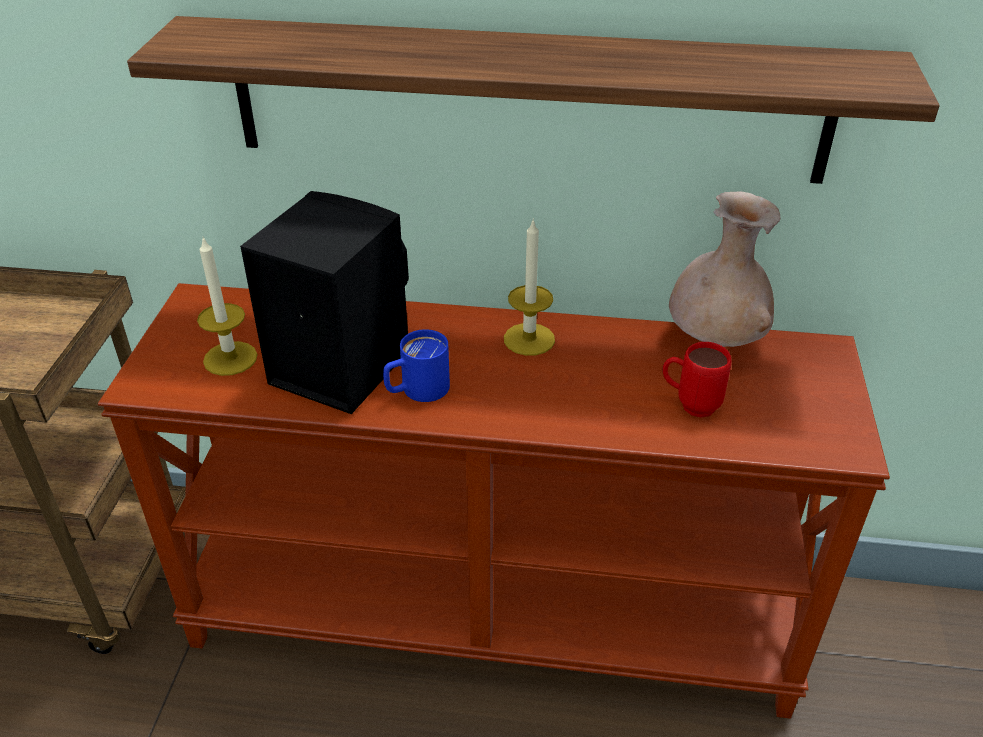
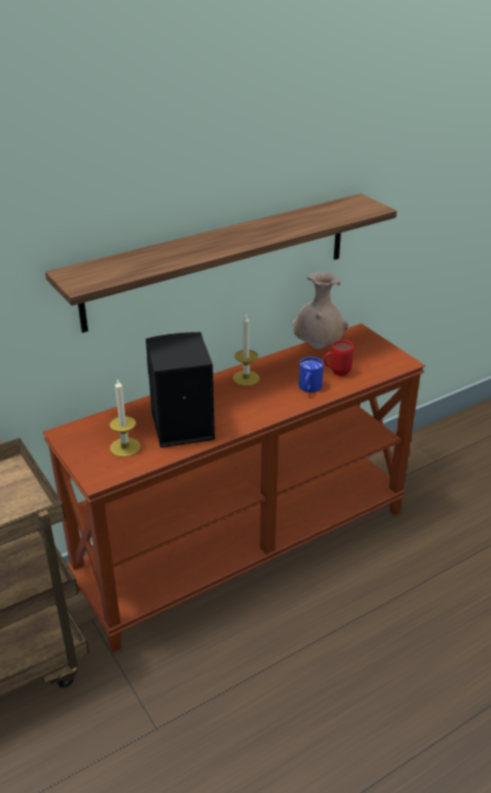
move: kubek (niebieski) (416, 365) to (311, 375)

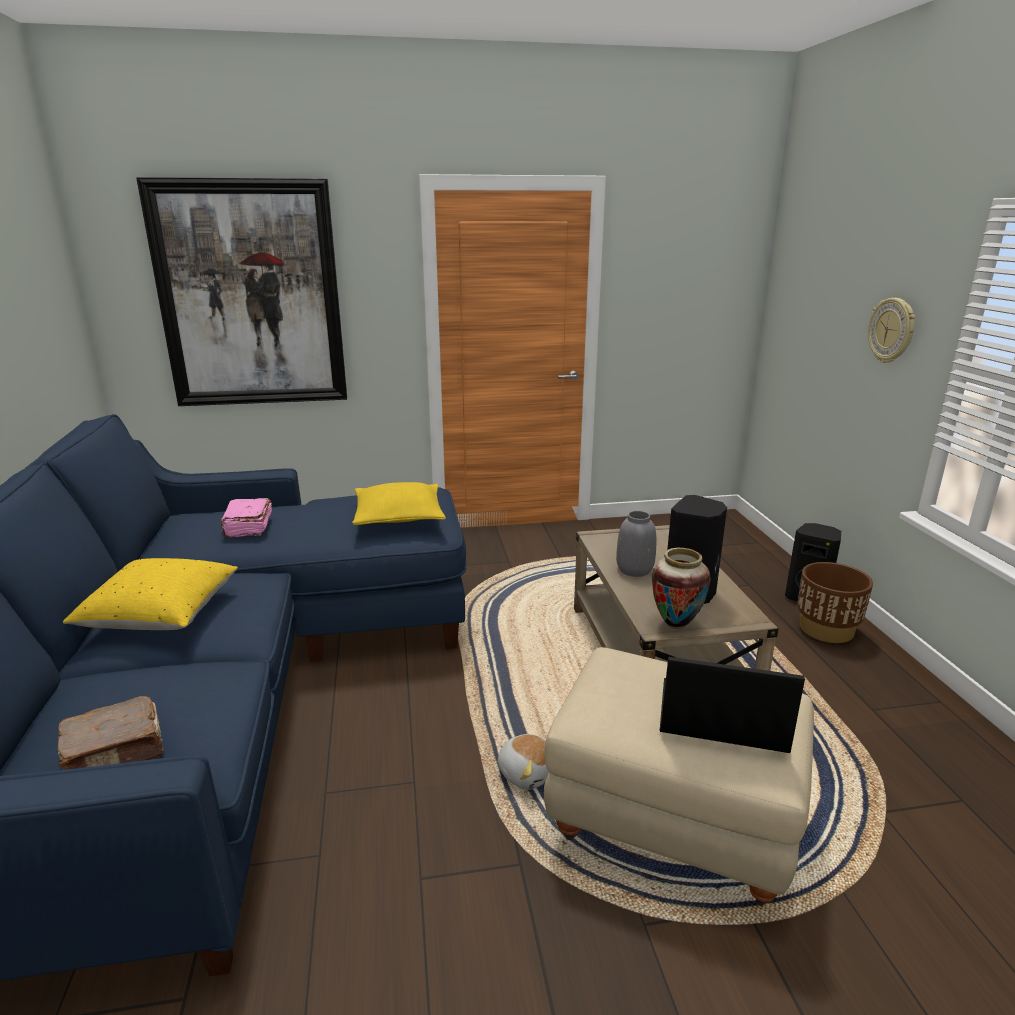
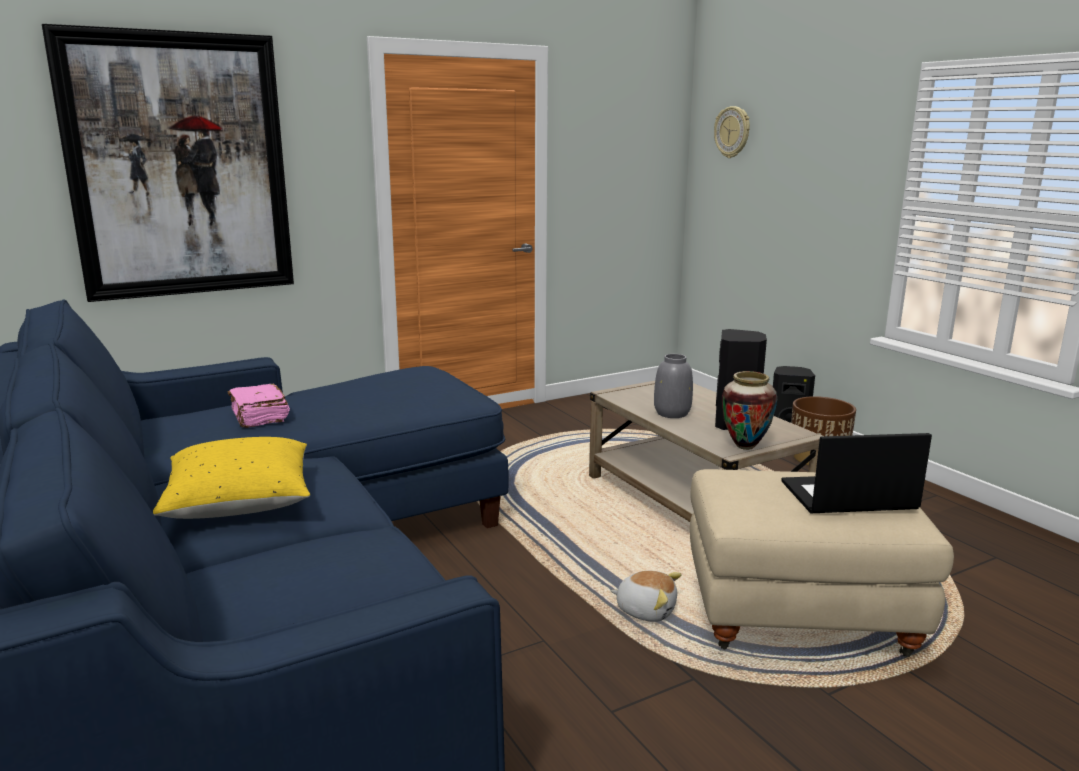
delete: książka (brązowy) (110, 733); poduszka (żółty) (399, 503)
move: zegar ścienny (891, 330) to (732, 132)

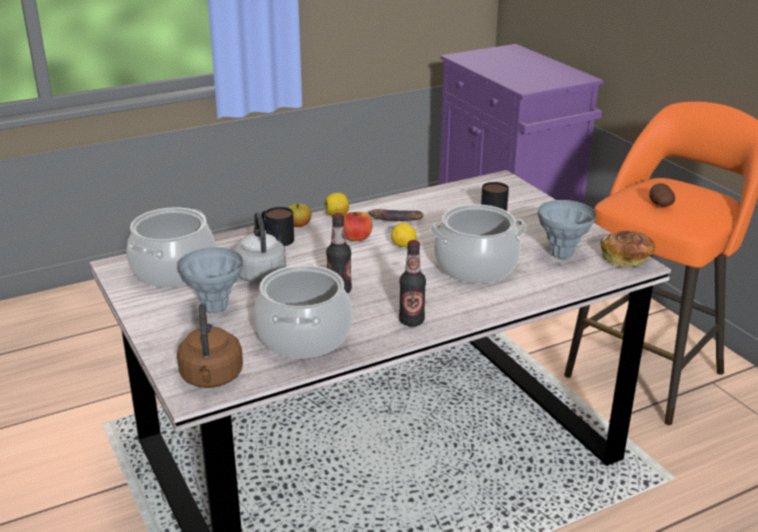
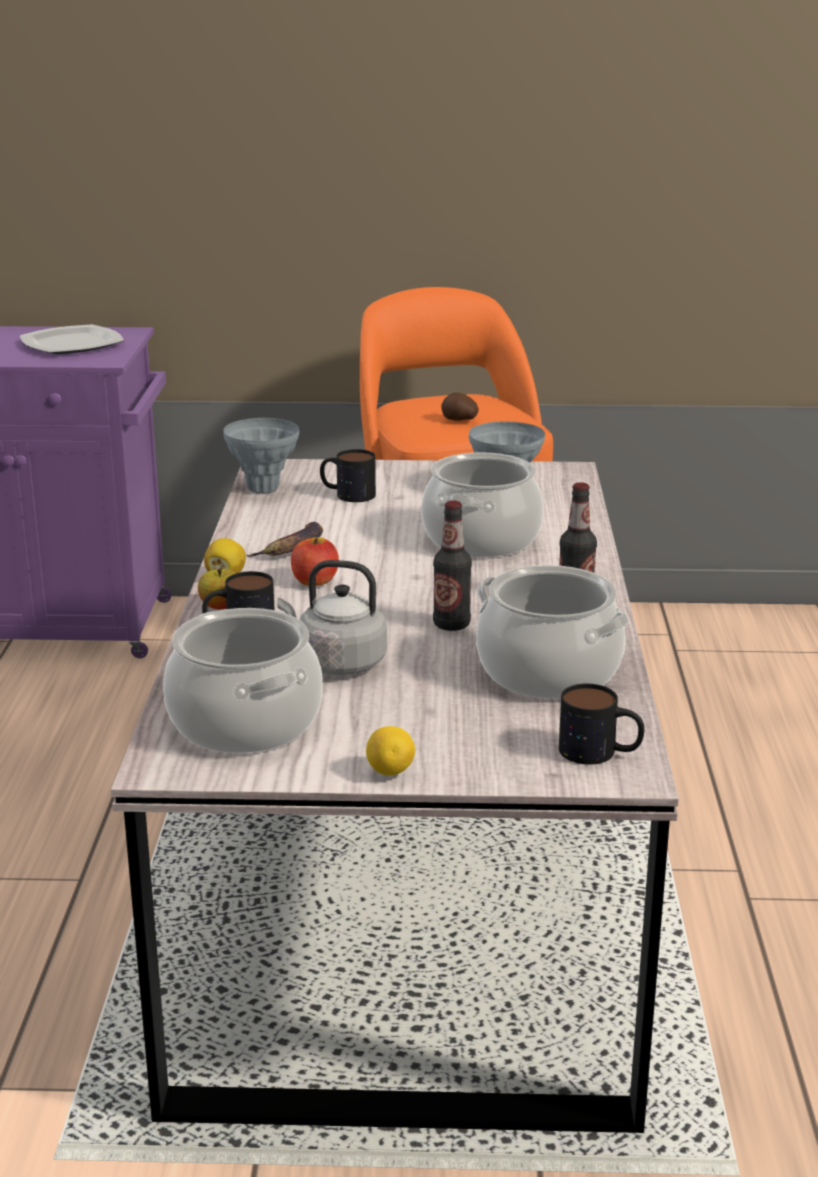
delete: chleb (628, 249)
insert: talerz (72, 339)
move: wazon (szary) (211, 280) to (261, 456); cytryna (404, 235) to (390, 751)
replace: czajnik (brązowy) (210, 345) to kubek (601, 724)

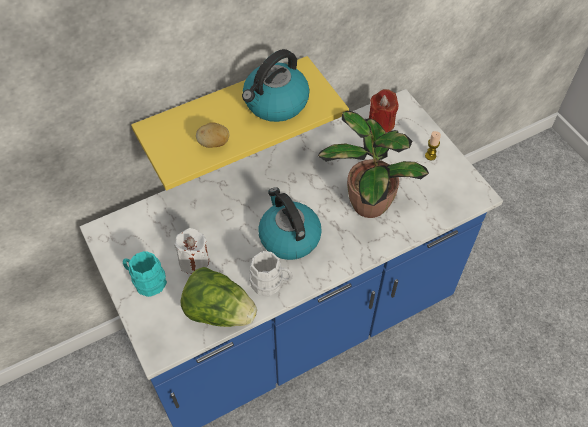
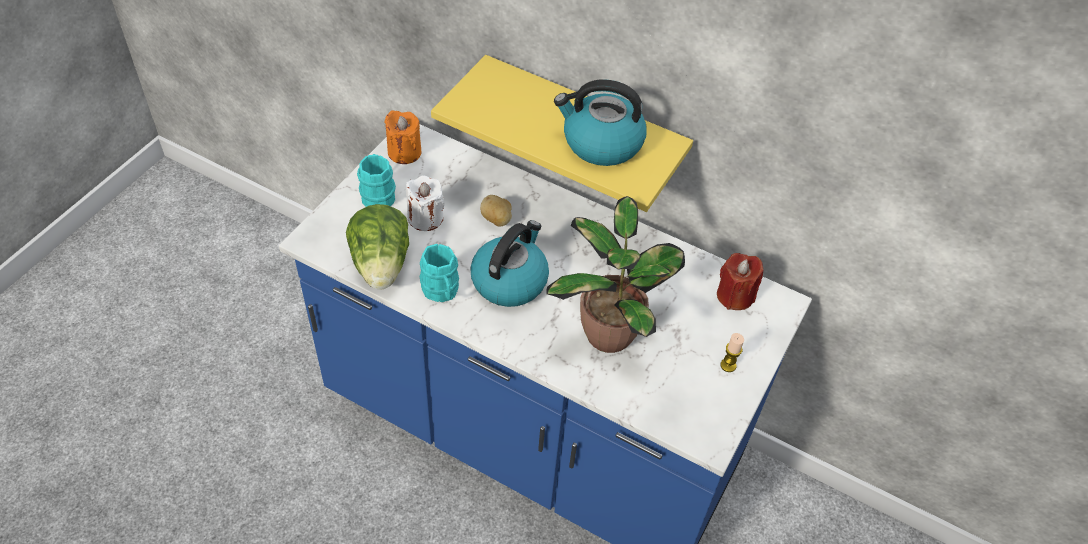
insert: świeca (pomarańczowy) (402, 137)
move: ziemniak (212, 135) to (496, 211)
recolor: kubek (biały) (271, 274) to kubek (turkusowy) (439, 273)

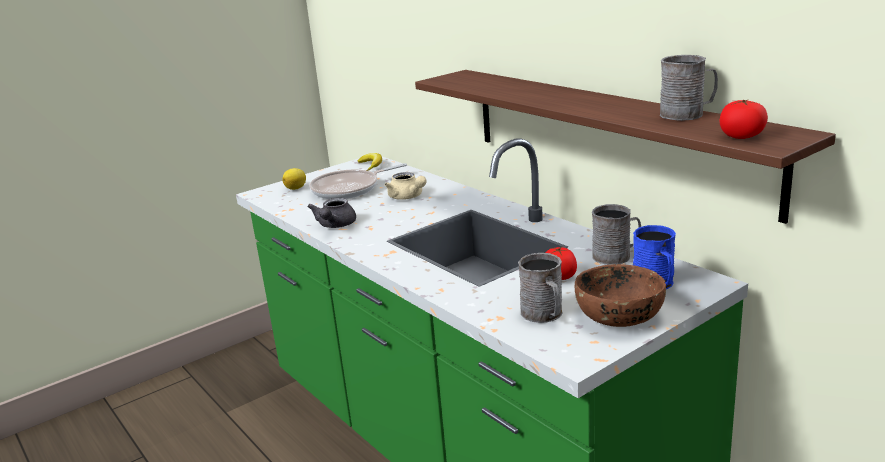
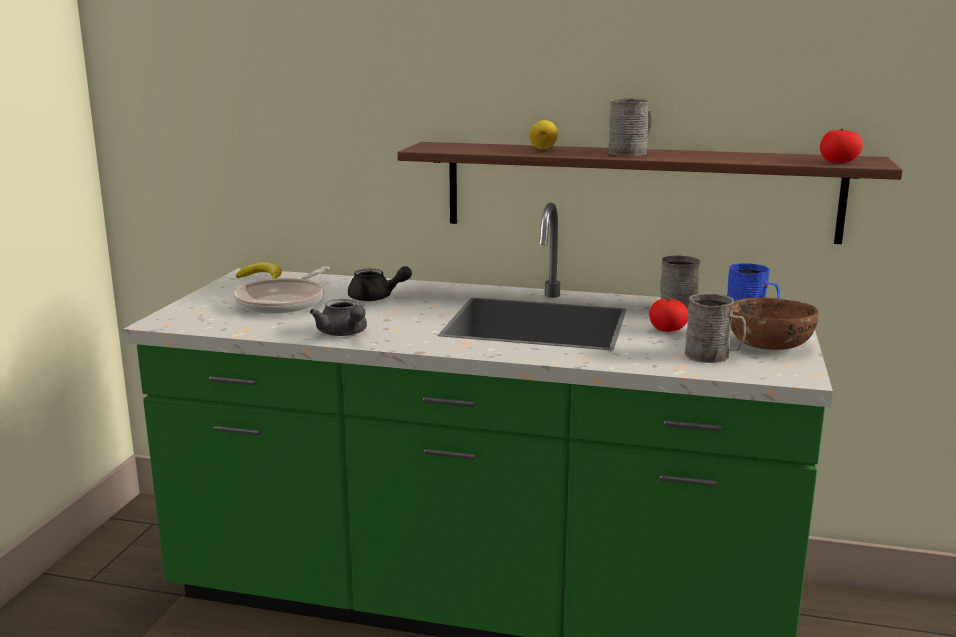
move: cytryna (294, 179) to (543, 135); kubek (szary) (689, 88) to (629, 127)
recolor: imbryk (beżowy) (405, 186) to imbryk (czarny) (380, 283)

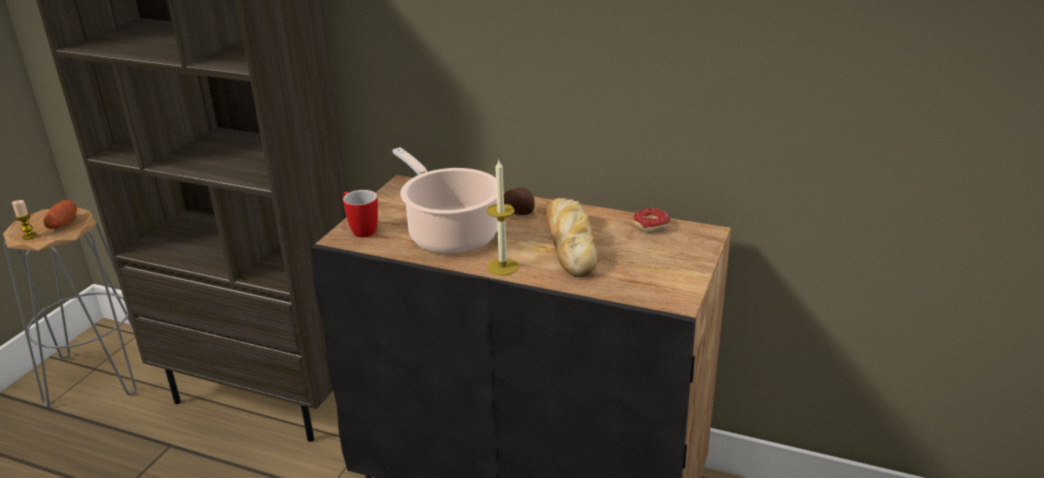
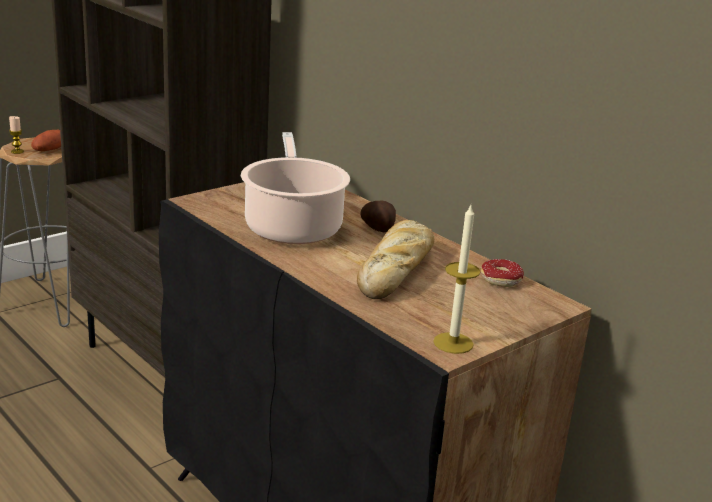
delete: kubek (360, 213)
move: świeca (503, 217) to (456, 278)

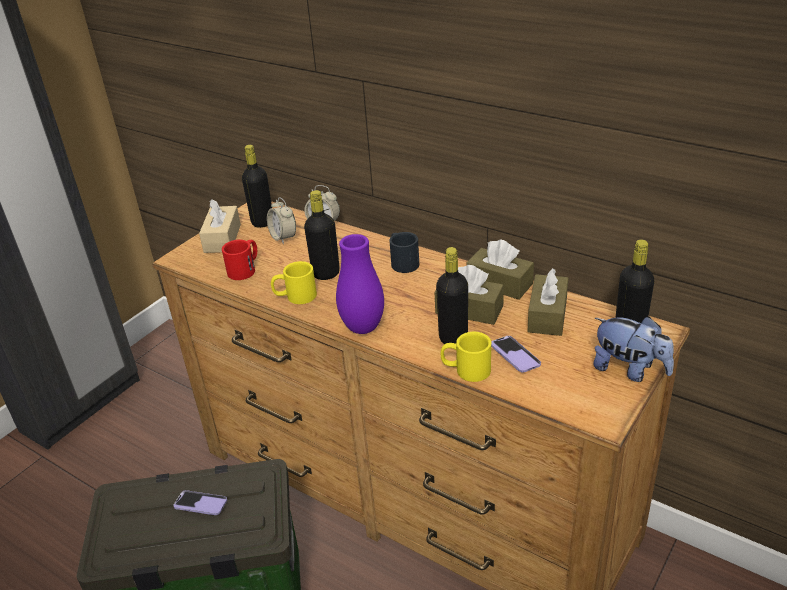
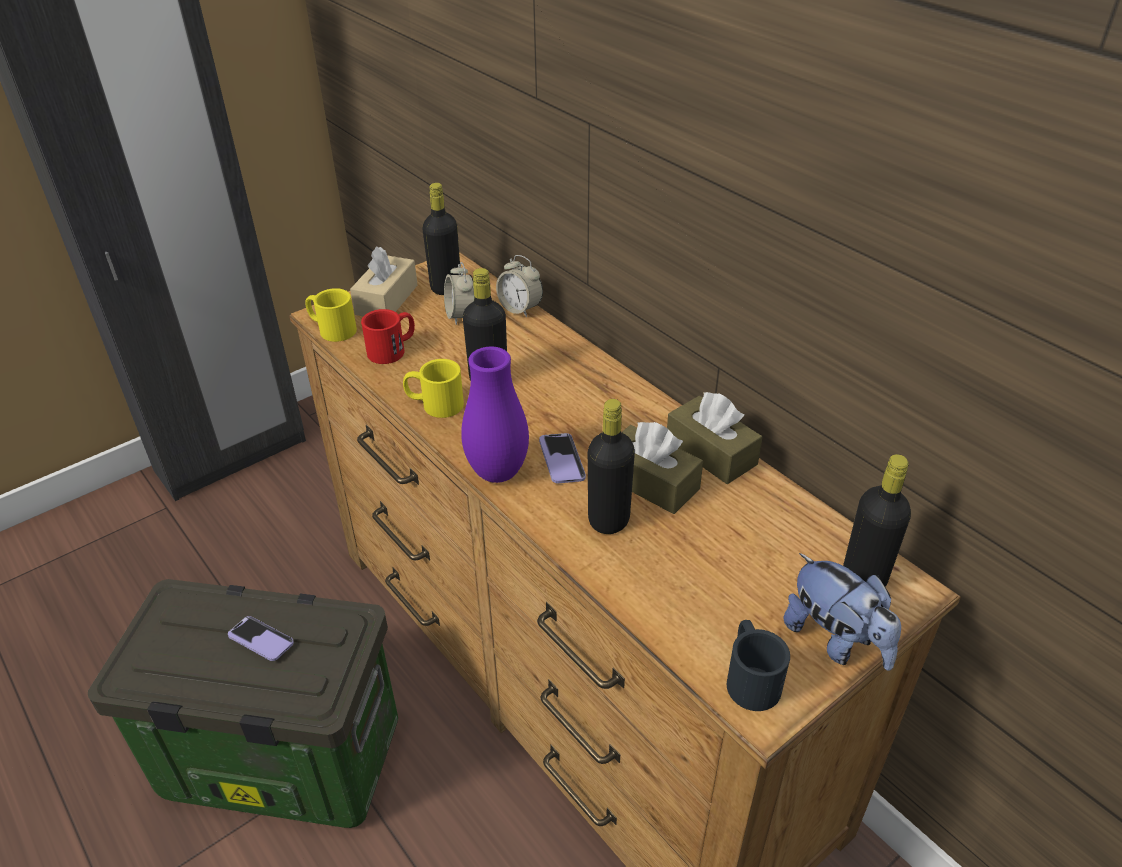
delete: pudełko chusteczek (brązowy) (547, 302)
move: kubek (czarny) (404, 252) to (758, 665); kubek (żółty) (466, 357) to (331, 315); telefon (516, 354) to (562, 458)

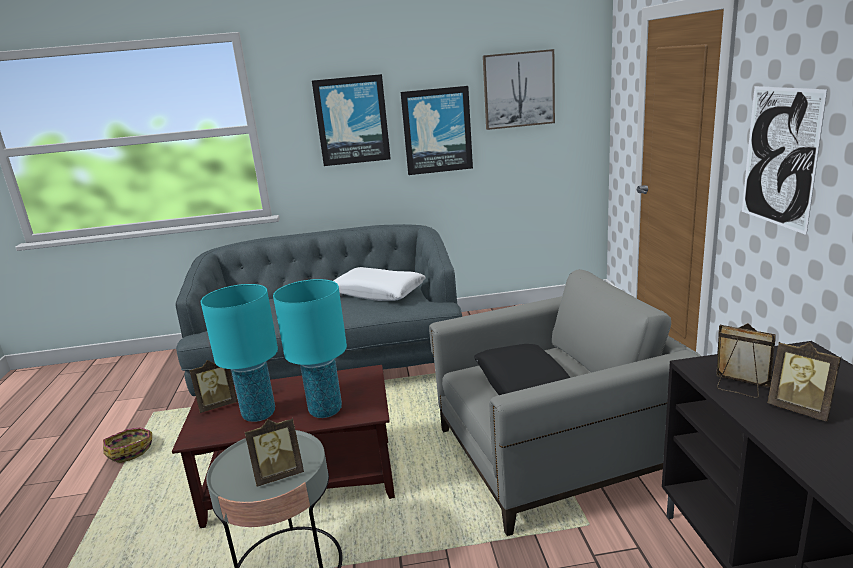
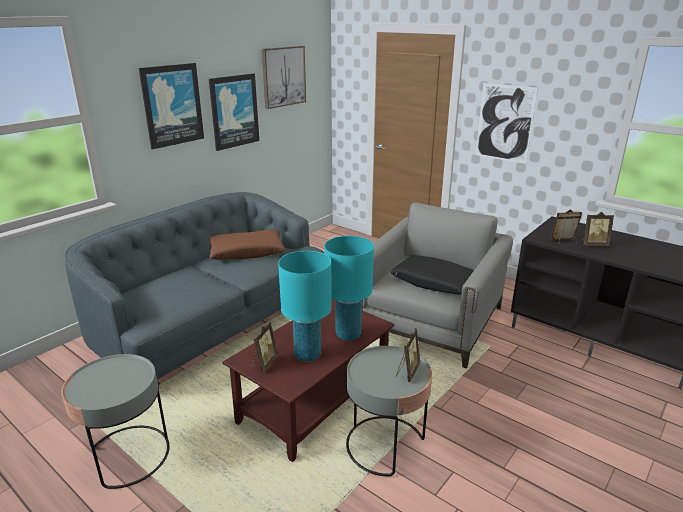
replace: koszyk (127, 445) to stolik (szary) (115, 421)
recolor: poduszka (biały) (379, 284) to poduszka (brązowy) (247, 244)

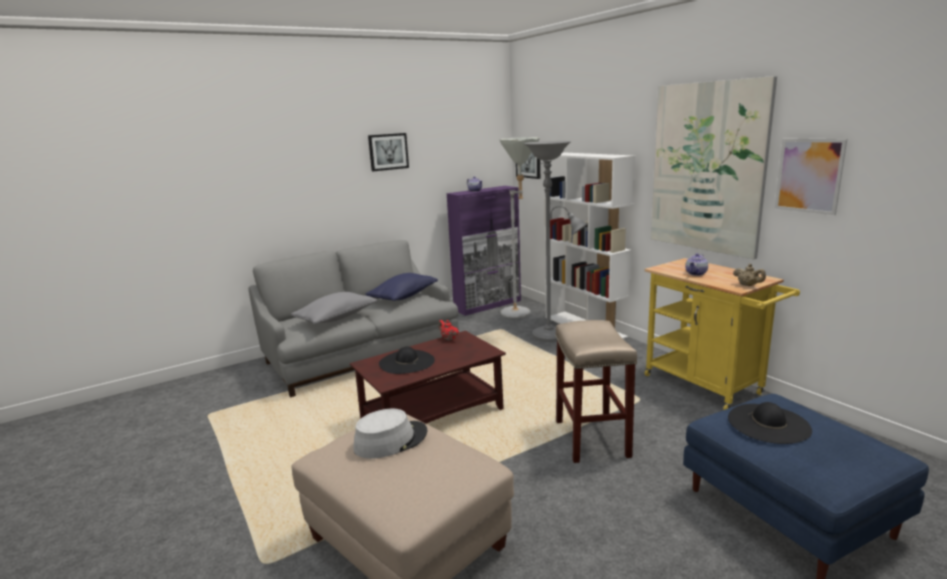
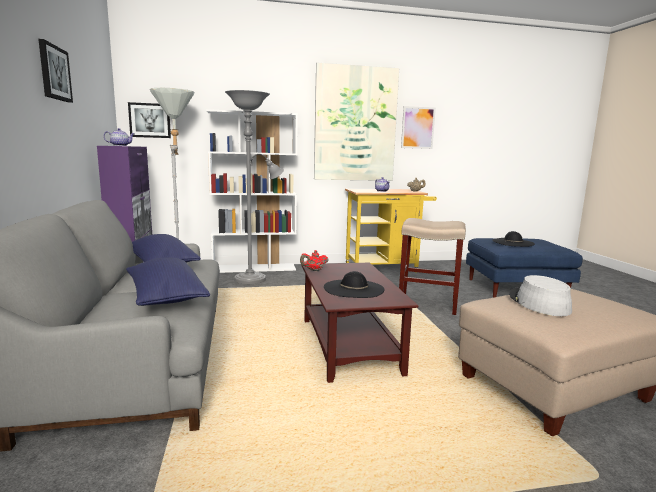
recolor: poduszka (szary) (334, 308) to poduszka (niebieski) (168, 281)

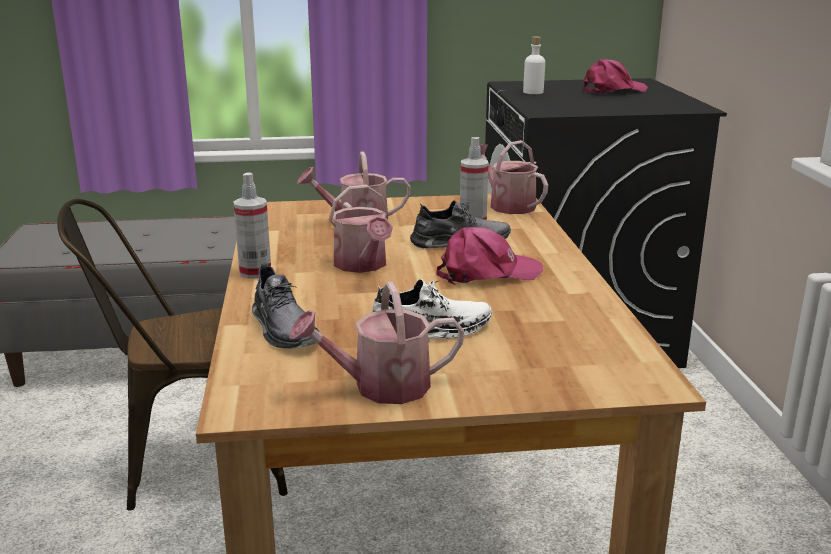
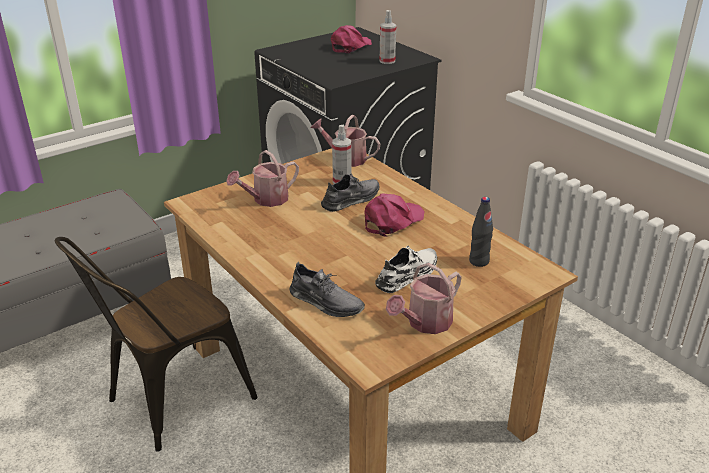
delete: konewka (361, 229); butelka (biały) (534, 65)
insert: butelka (czarny) (481, 232)
move: spryskiwacz (252, 225) to (388, 37)

